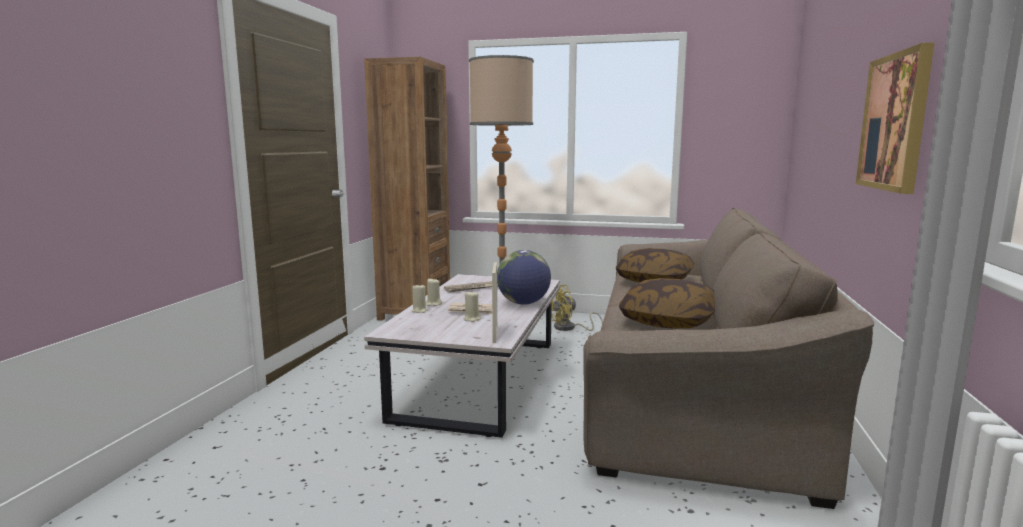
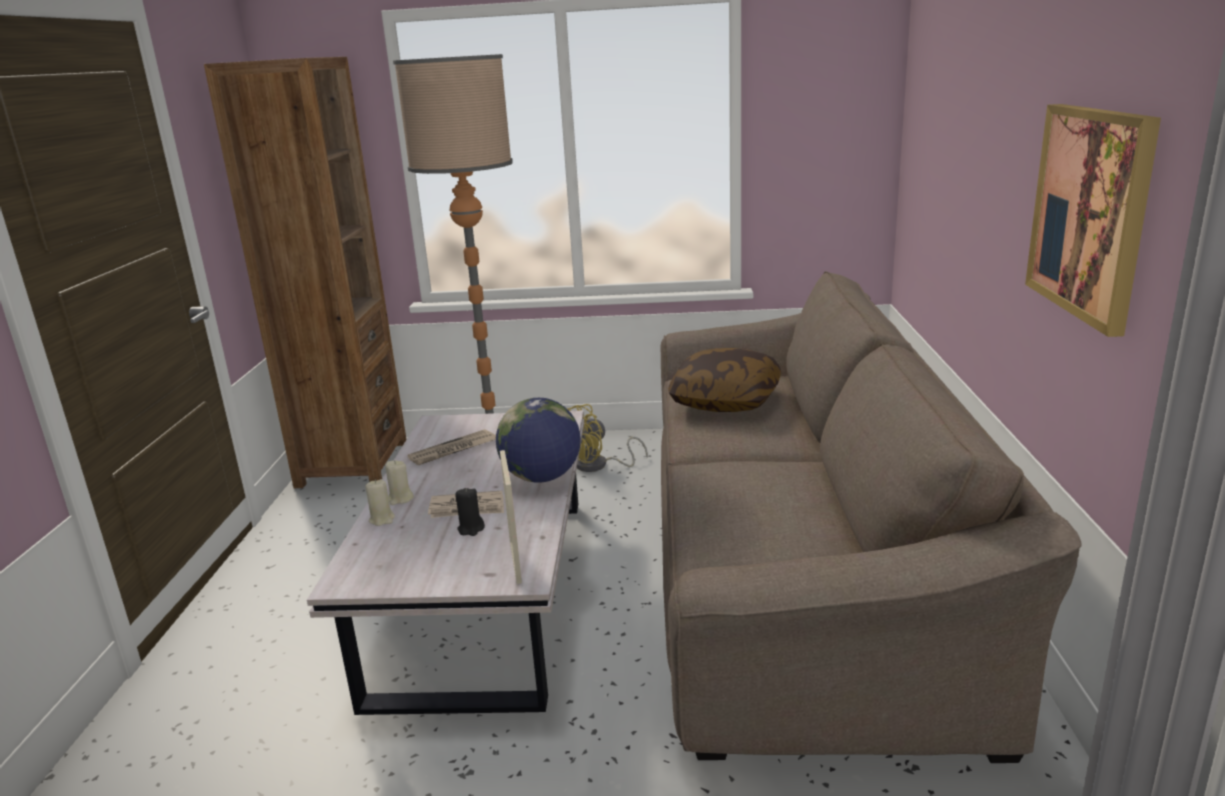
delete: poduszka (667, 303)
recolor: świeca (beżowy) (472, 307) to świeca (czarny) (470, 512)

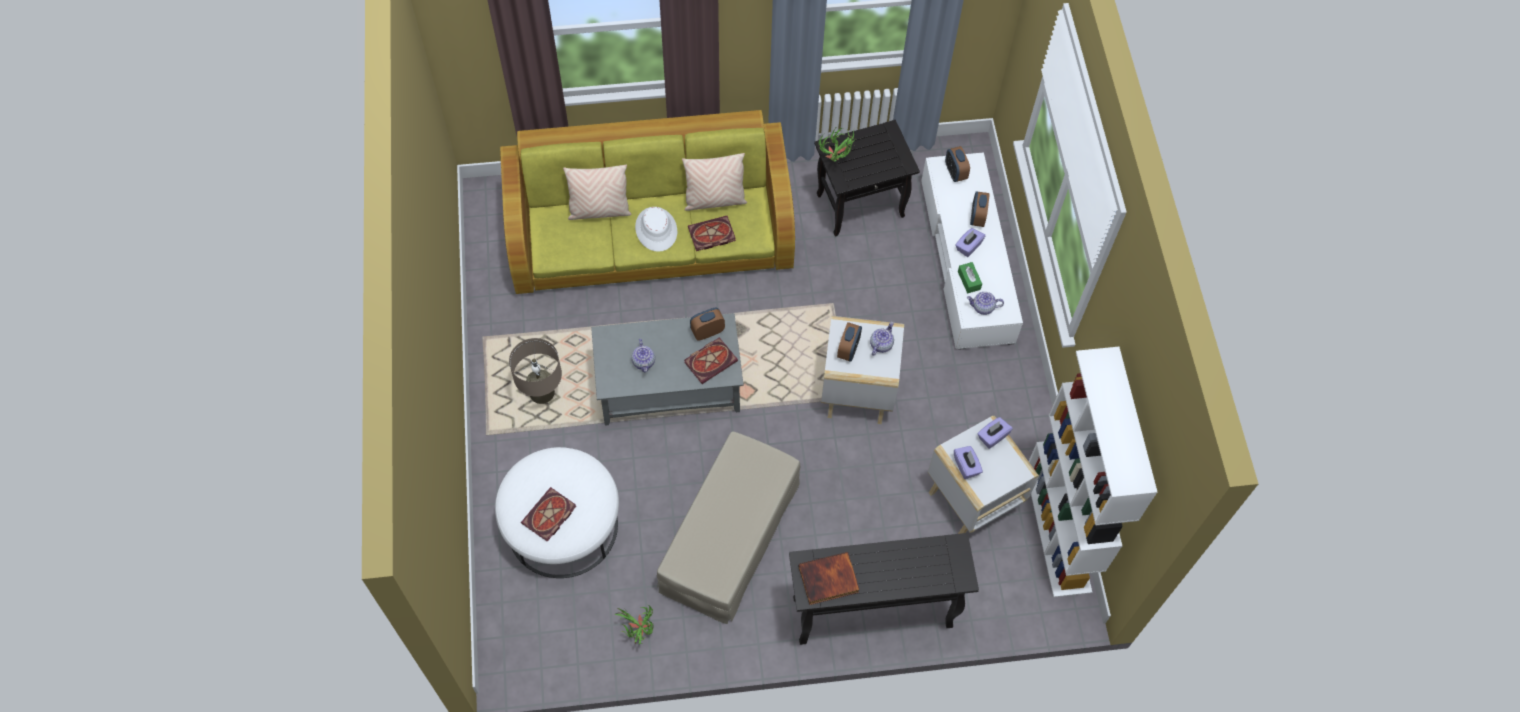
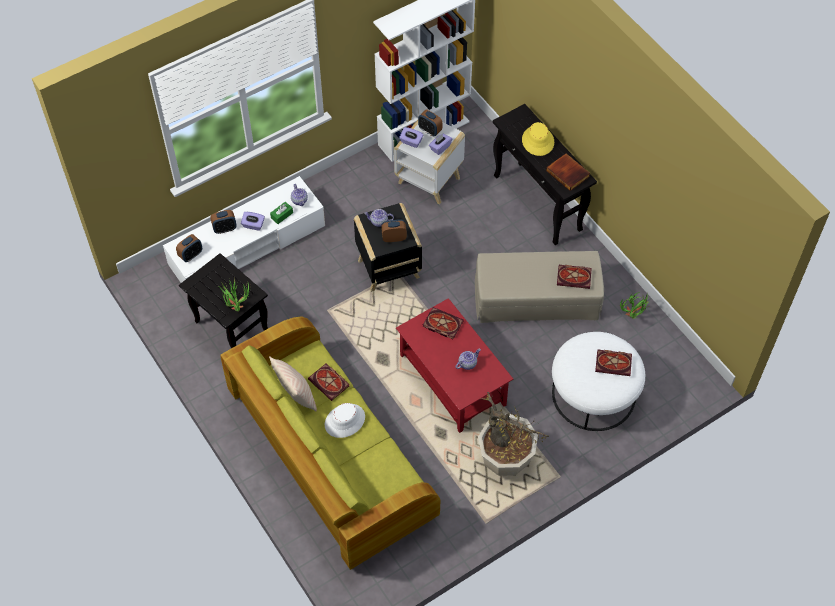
delete: poduszka (beżowy) (597, 192)
insert: kapelusz (żółty) (538, 139); książka (574, 277)
move: budzik (707, 324) to (430, 123)
replace: lampa stołowa (beżowy) (535, 371) to roślina doniczkowa (513, 434)
recolor: ława (szary) (667, 369) to ława (czerwony) (454, 365); stolik (biały) (862, 370) to stolik (czarny) (388, 247)

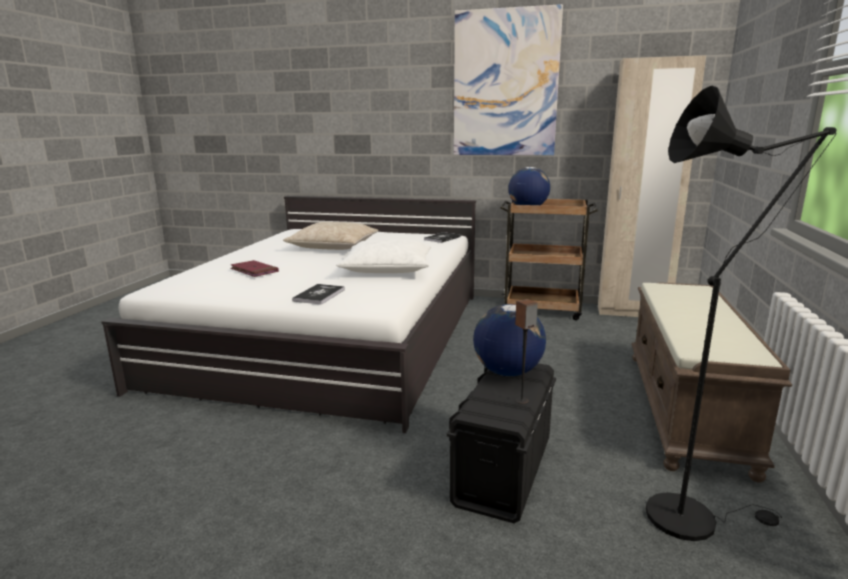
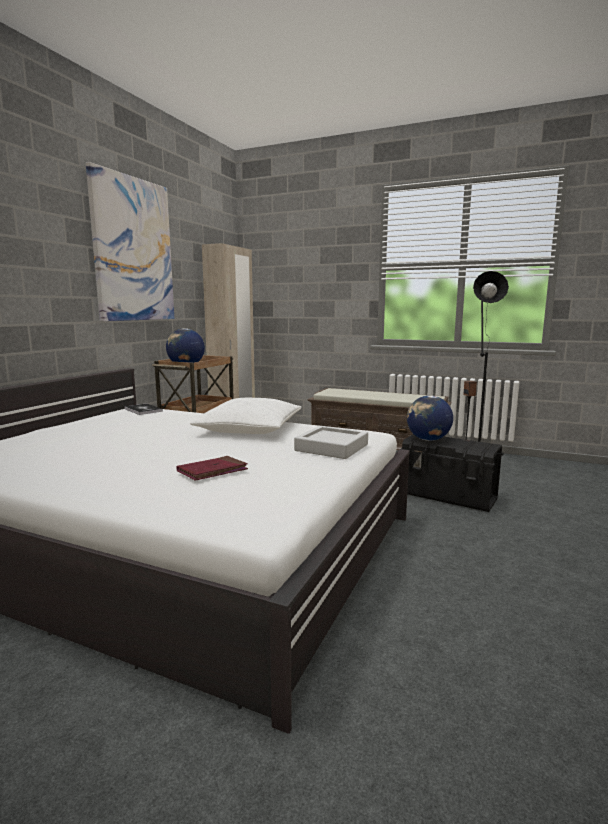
delete: poduszka (beżowy) (330, 236)
replace: książka (318, 294) to taca (szary) (331, 442)

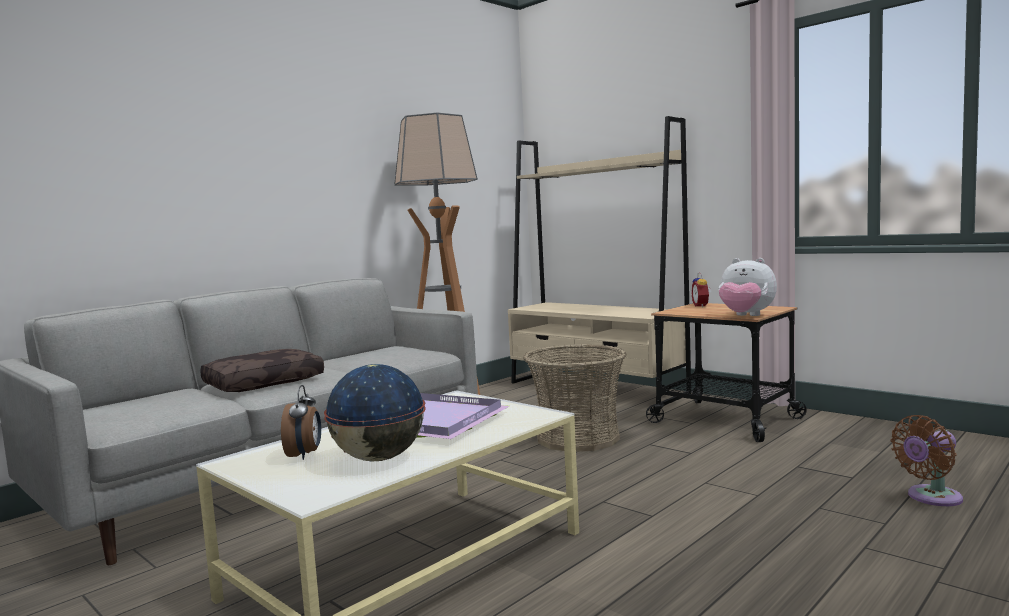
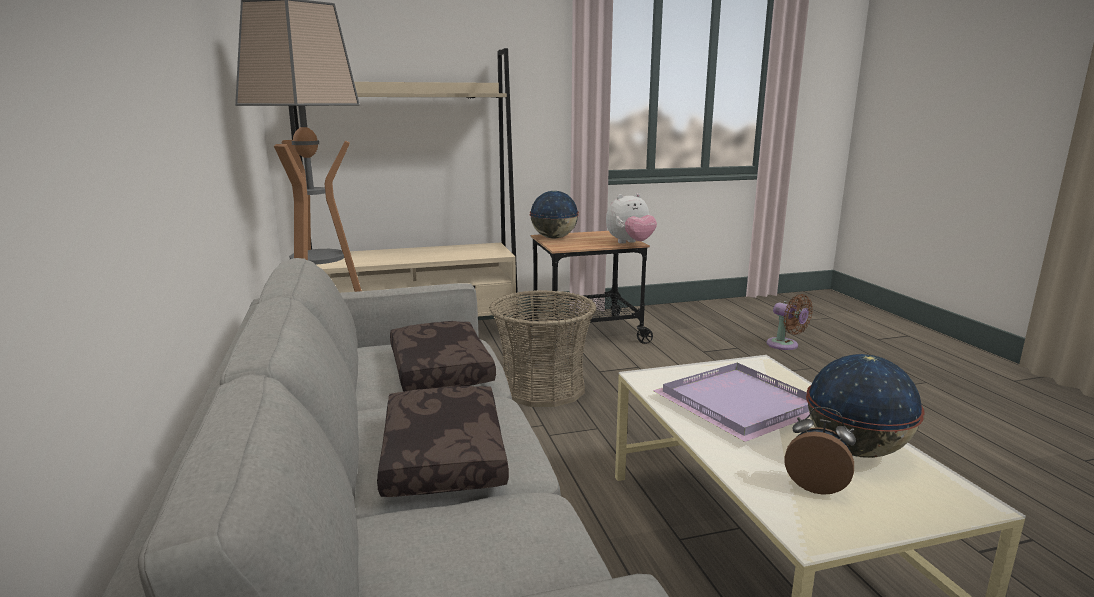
insert: poduszka (brązowy) (443, 356)
replace: budzik (701, 289) to globus (554, 215)
rotate: wentylator (brązowy) (927, 460) = (790, 322) 45 degrees counterclockwise

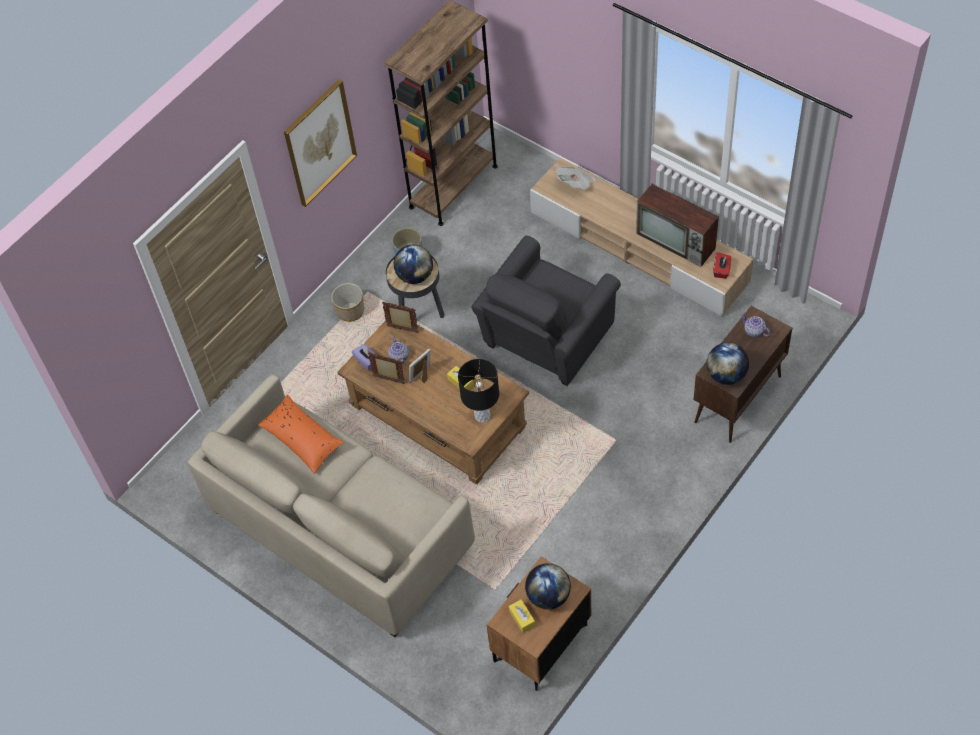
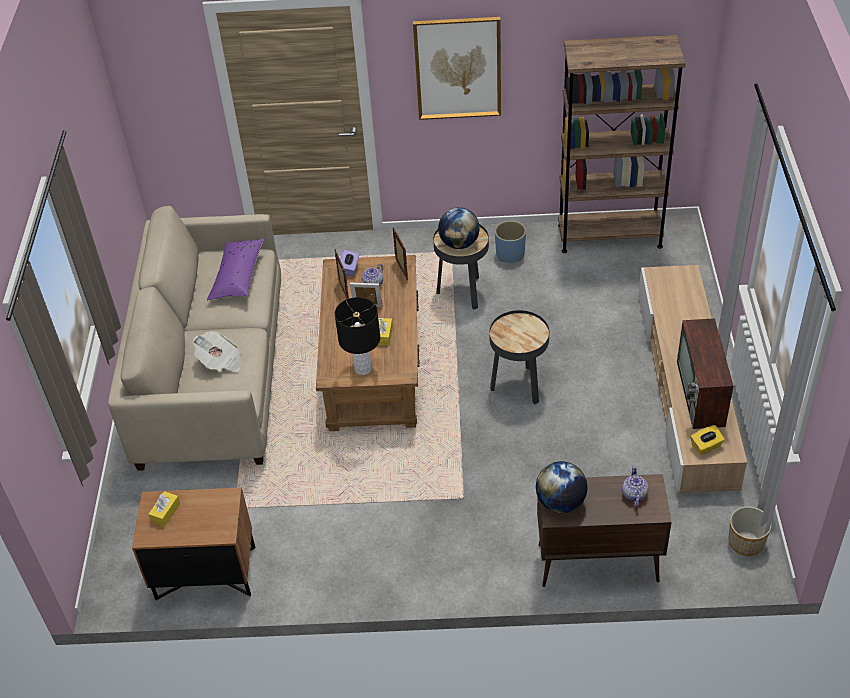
delete: globus (548, 586)
move: donica (347, 302) to (750, 531); gazeta (575, 177) to (217, 351)
replace: fotel (szary) (546, 311) to stolik (czarny) (519, 357)
recolor: poduszka (pomarańczowy) (301, 434) to poduszka (fioletowy) (236, 269); pudełko chusteczek (czerwony) (722, 265) to pudełko chusteczek (żółty) (707, 440)

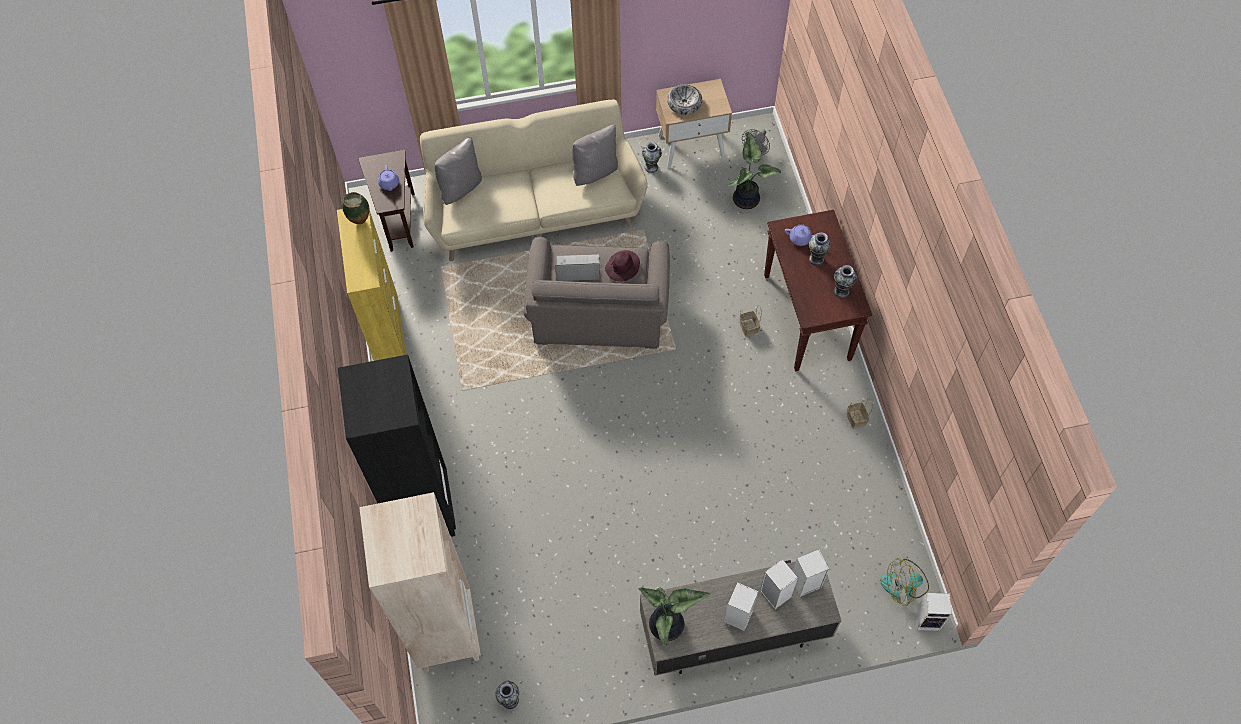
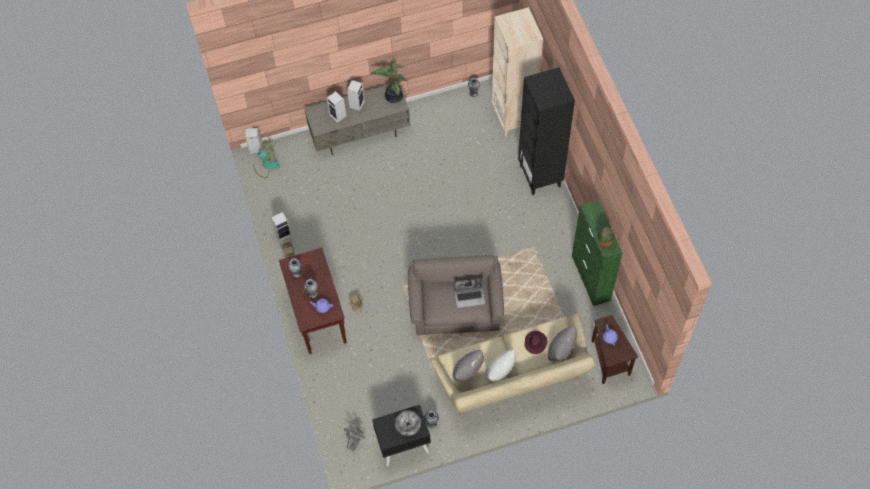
delete: roślina doniczkowa (754, 170)
insert: poduszka (biały) (500, 366)
move: kapelusz (fioletowy) (622, 266) to (536, 342); głośnik (811, 573) to (281, 226)
recolor: szafka (żółty) (371, 285) to szafka (zielony) (597, 253); szafka nocna (beżowy) (694, 123) to szafka nocna (czarny) (401, 436)

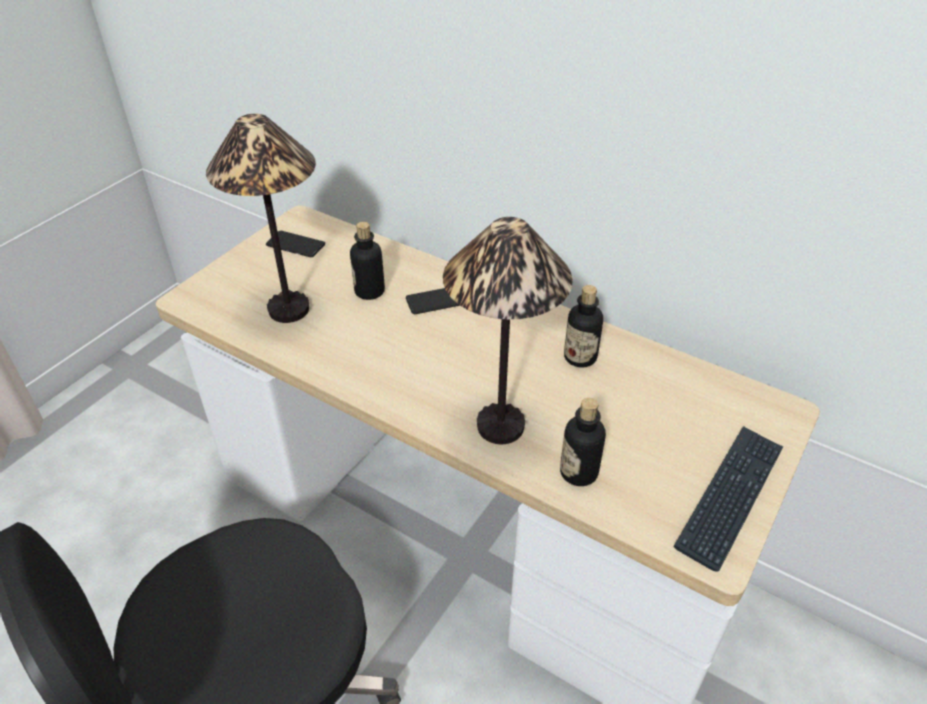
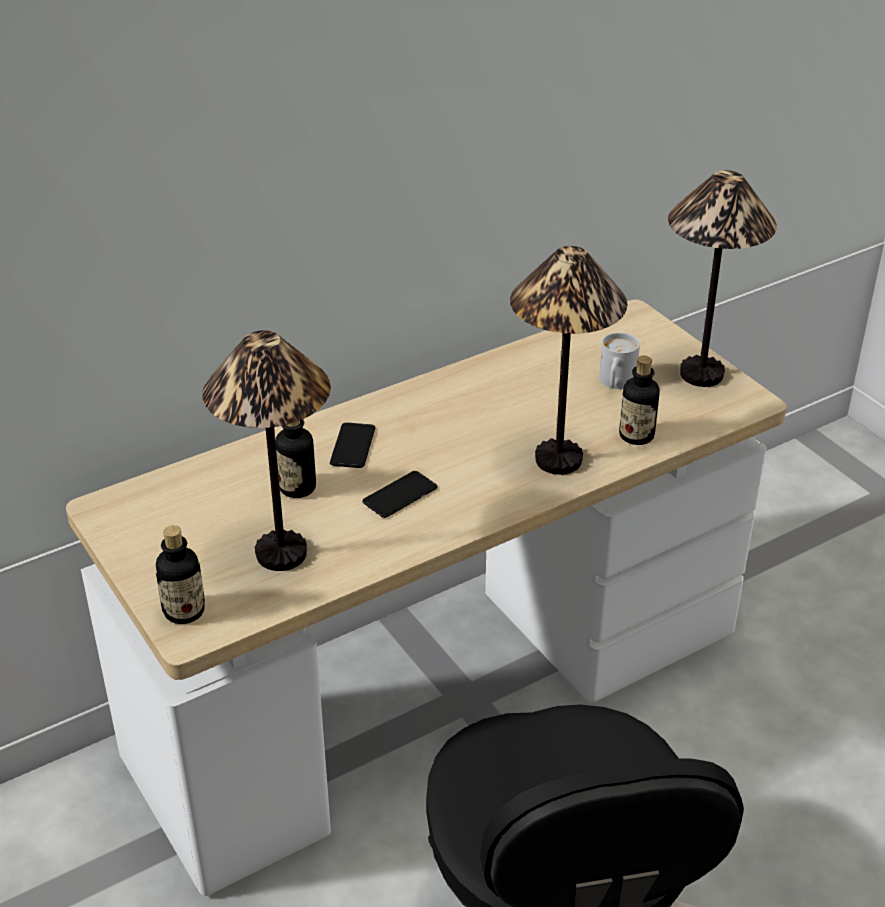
insert: kubek (biały) (619, 360)
move: telefon (295, 244) to (399, 494); butelka (583, 326) to (180, 574)
replace: klawiatura (728, 499) to lampa stołowa (722, 278)

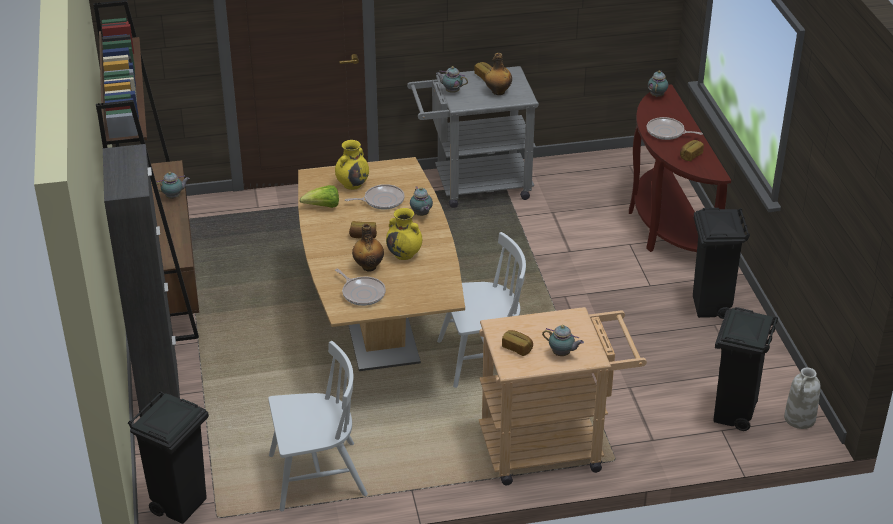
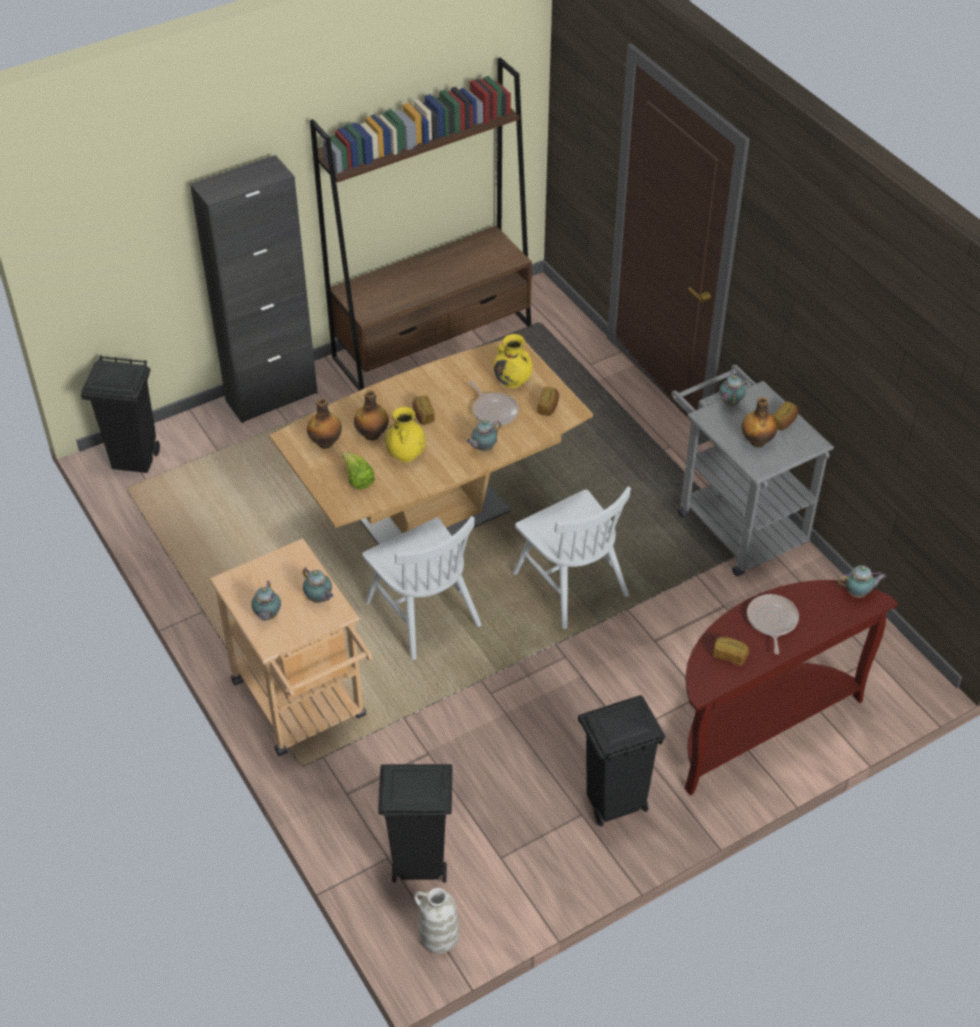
move: imbryk (173, 185) to (318, 585); krzesło (biały) (318, 426) to (572, 557); sałata (319, 196) to (358, 471); chleb (517, 343) to (548, 401)
replace: patelnia (360, 287) to butelka (324, 423)

